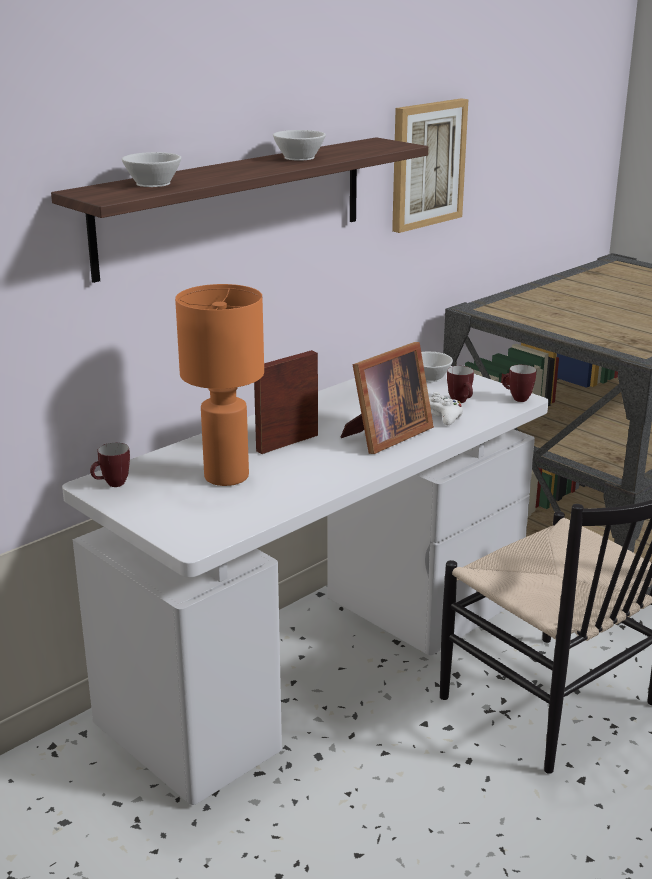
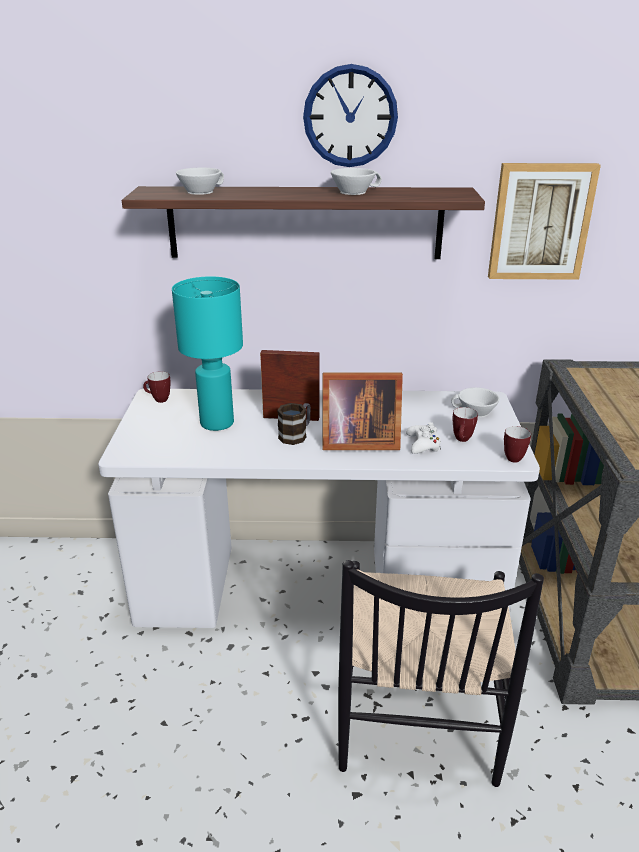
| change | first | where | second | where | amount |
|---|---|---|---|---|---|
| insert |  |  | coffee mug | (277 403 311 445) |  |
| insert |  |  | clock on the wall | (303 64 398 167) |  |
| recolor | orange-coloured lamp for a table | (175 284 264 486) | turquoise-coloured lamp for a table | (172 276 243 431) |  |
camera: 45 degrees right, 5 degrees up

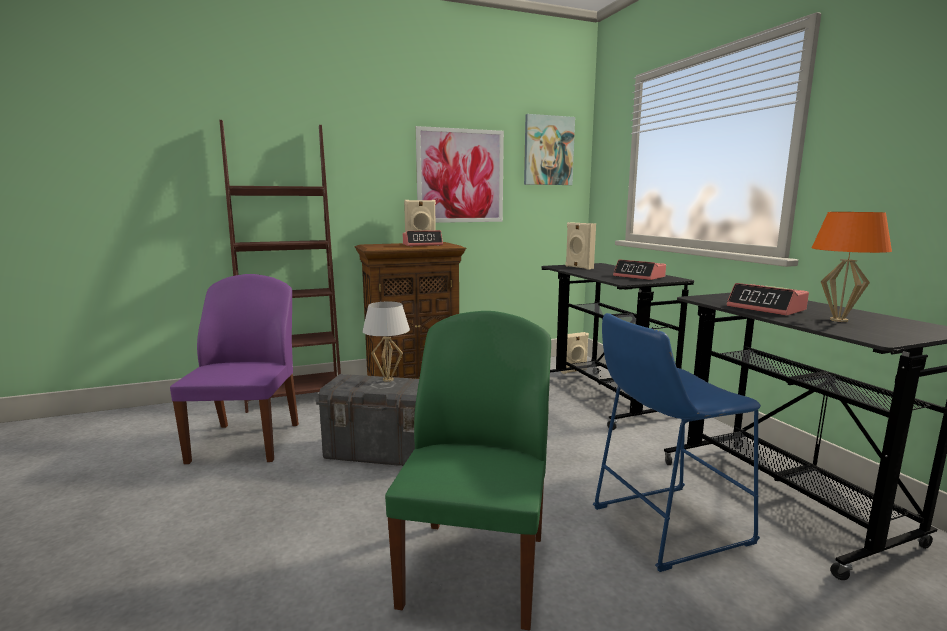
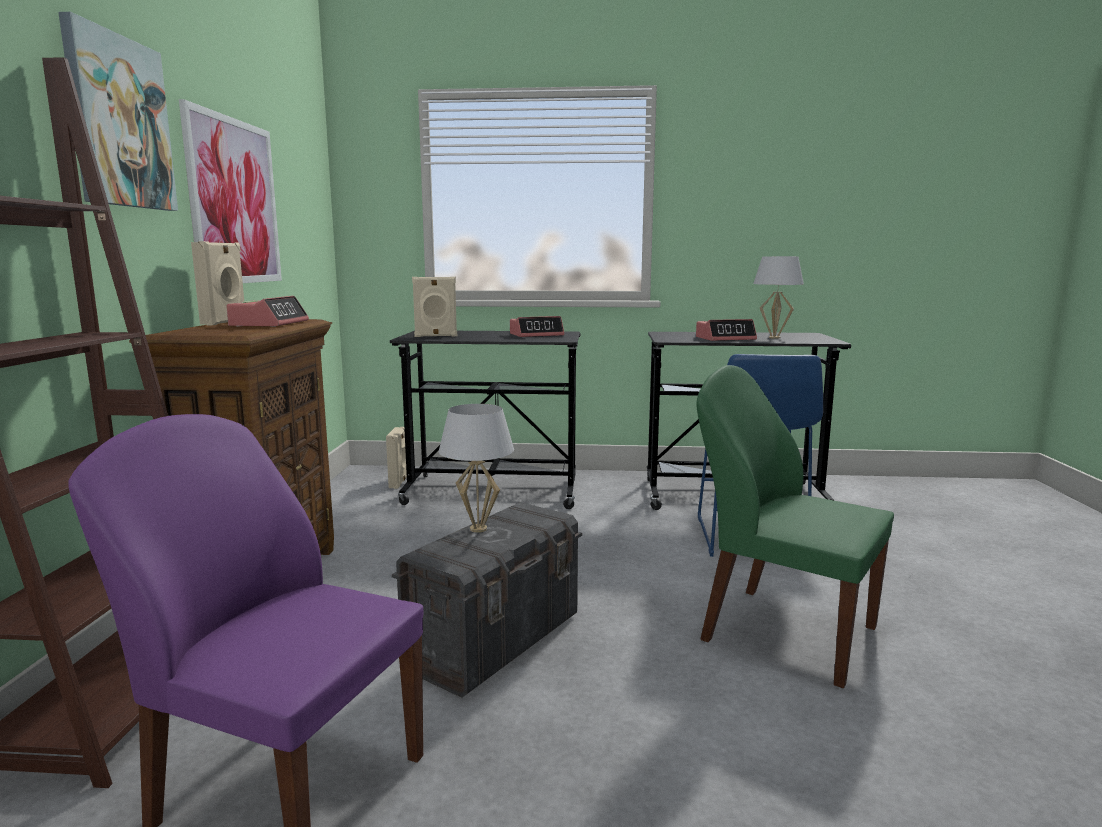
| change | first | where | second | where | amount |
|---|---|---|---|---|---|
| move | wall picture | (524 114 575 185) |  | (58 12 178 211) |  |
| recolor | orange-coloured lamp for a table | (812 212 892 322) | whitish lamp for a table | (753 256 804 339) |  |
camera: 65 degrees left, 0 degrees up

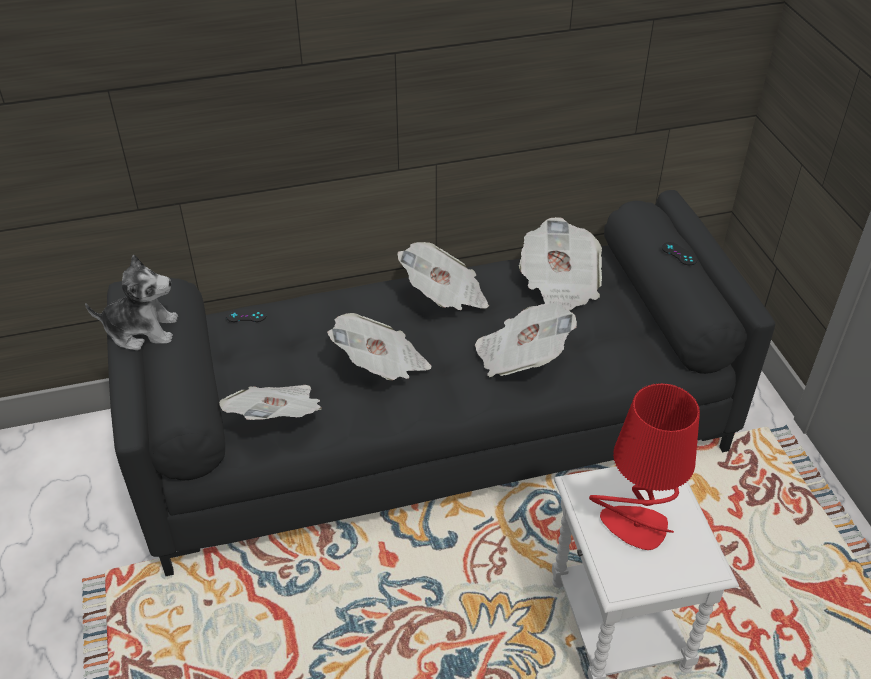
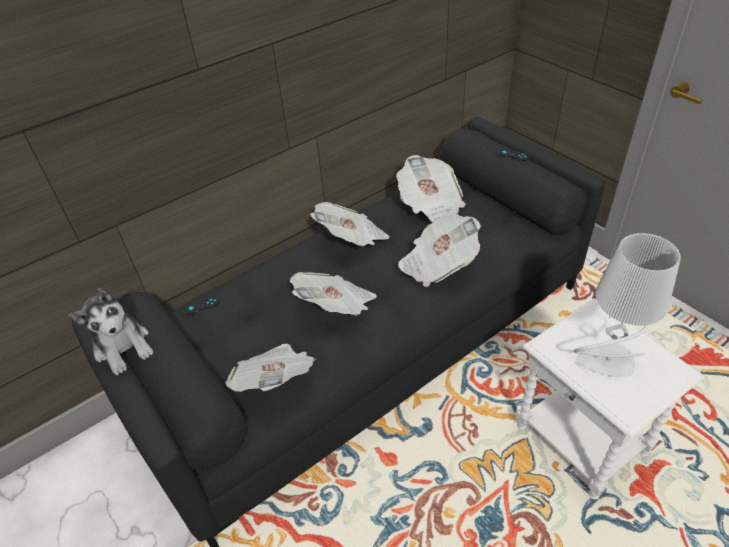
| change | first | where | second | where | amount |
|---|---|---|---|---|---|
| recolor | red lamp for a table | (589 383 700 550) | gray lamp for a table | (573 233 681 377) |  |
| rotate | soft toy | (85 254 178 350) |  | (69 288 153 375) | 75 degrees clockwise |
camera: 20 degrees left, 0 degrees up

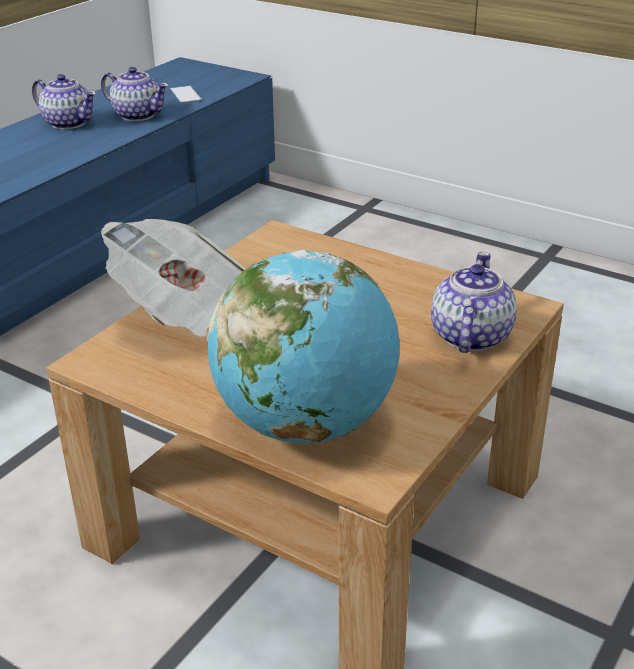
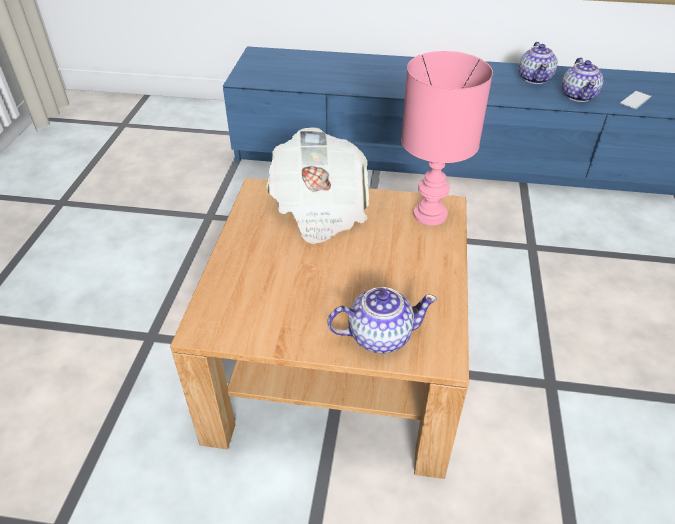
| change | first | where | second | where | amount |
|---|---|---|---|---|---|
| delete | globe | (207 250 400 444) |  |  |  |
| insert |  |  | pink-coloured lamp for a table | (401 51 493 226) |  |
camera: 65 degrees right, 10 degrees up

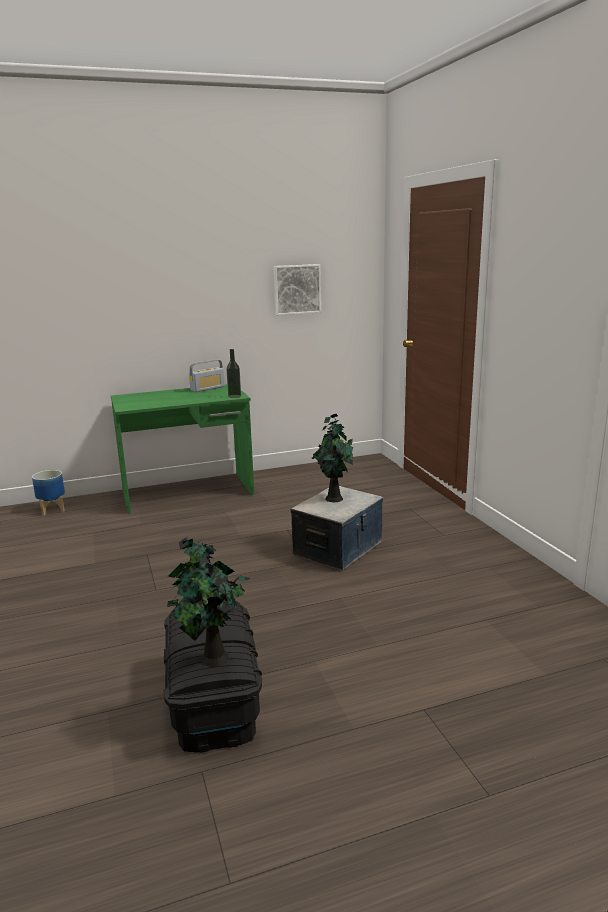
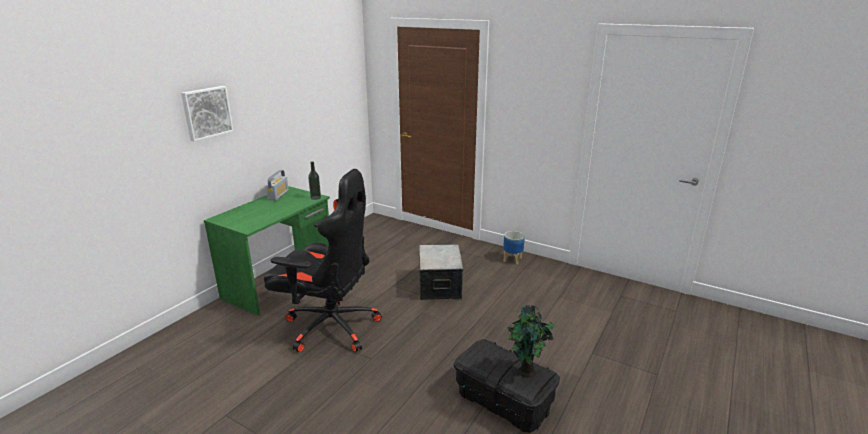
| change | first | where | second | where | amount |
|---|---|---|---|---|---|
| delete | plant in a pot | (312 414 353 502) |  |  |  |
| insert |  |  | black-coloured computer chair | (264 169 382 352) |  |
| move | flower pot | (32 470 65 516) |  | (503 231 525 264) |  |
| move | wall picture | (274 264 321 315) |  | (181 86 234 142) |  |
camera: 40 degrees left, 5 degrees up

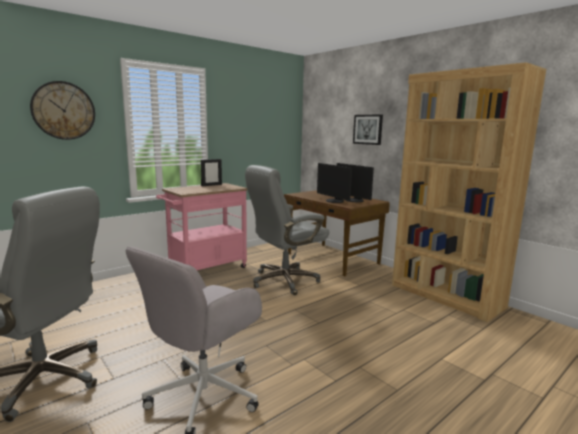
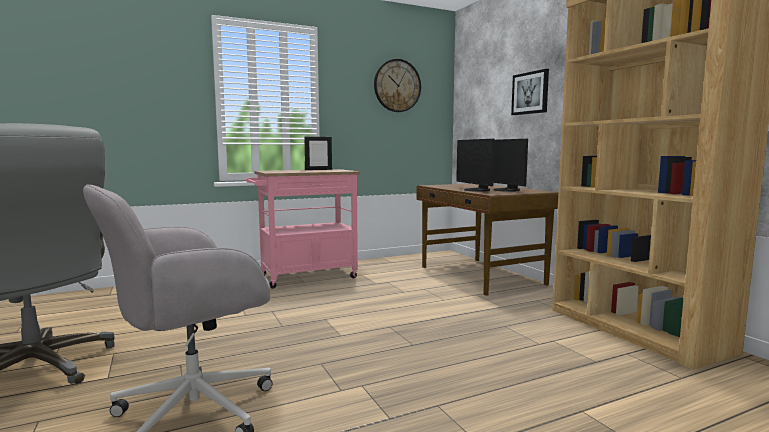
| change | first | where | second | where | amount |
|---|---|---|---|---|---|
| delete | gray computer chair | (245 165 329 295) |  |  |  |
| move | clock on the wall | (30 81 95 140) |  | (374 59 421 112) |  |
camera: 15 degrees right, 5 degrees down

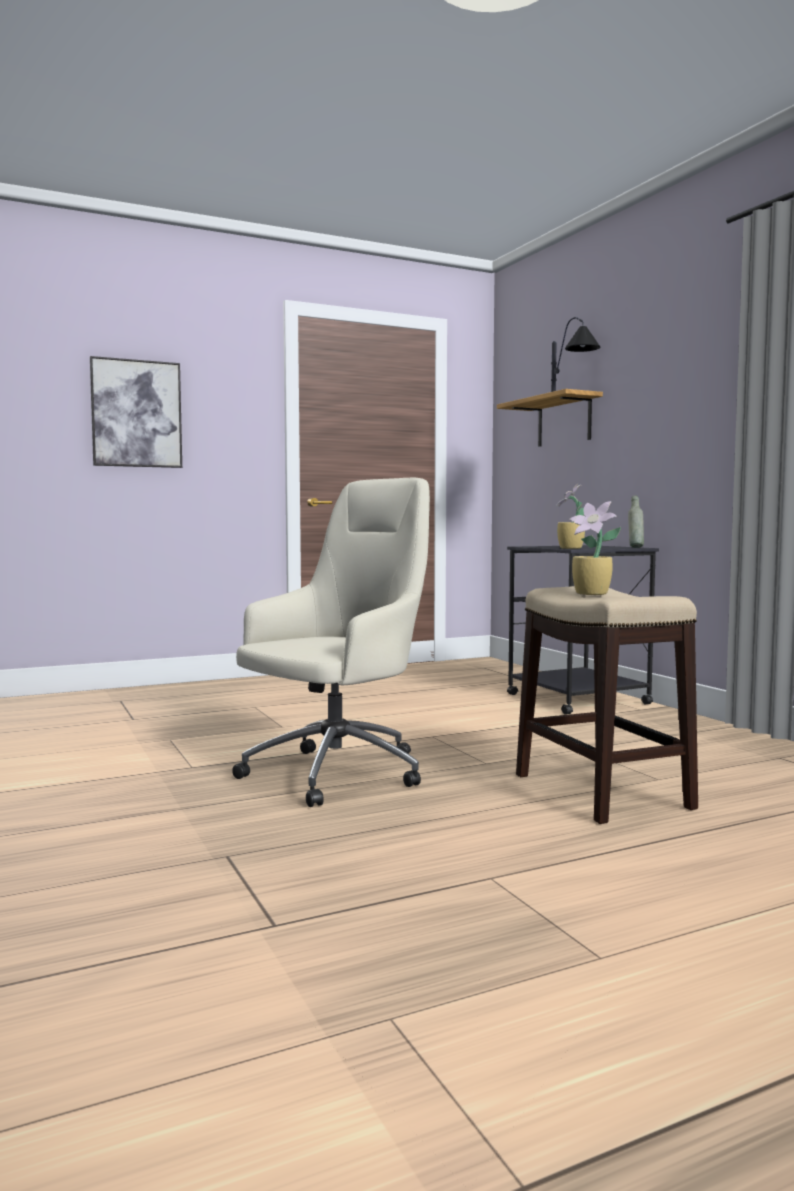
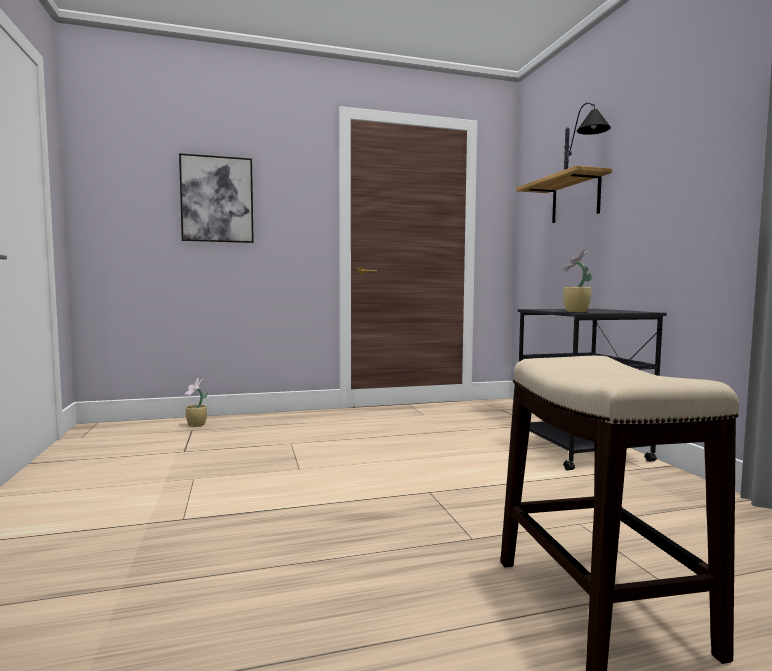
| change | first | where | second | where | amount |
|---|---|---|---|---|---|
| delete | sand-coloured computer chair | (232 478 430 807) |  |  |  |
| delete | gray beverage bottle | (628 496 644 548) |  |  |  |
| move | plant in a pot | (569 501 621 595) |  | (184 378 208 427) |  |
camera: 10 degrees right, 0 degrees up

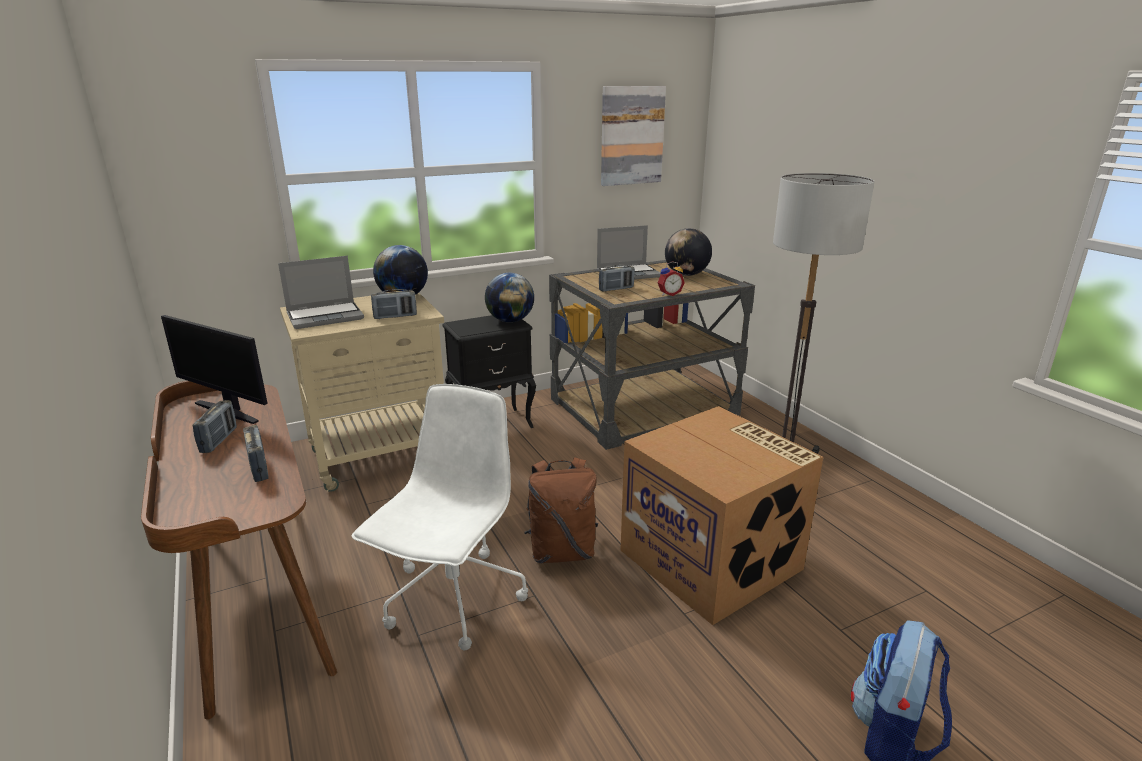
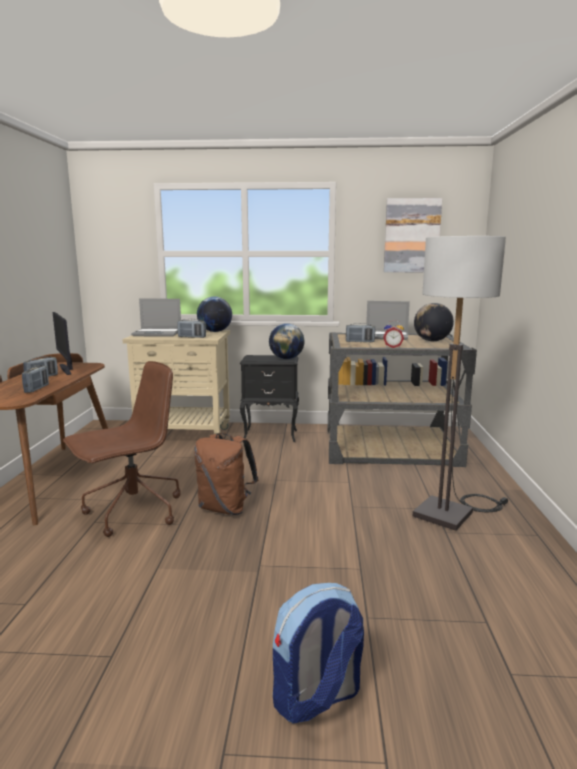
| change | first | where | second | where | amount |
|---|---|---|---|---|---|
| delete | cardboard box | (620 406 823 625) |  |  |  |
| recolor | whitish computer chair | (352 384 528 650) | brown-coloured computer chair | (63 361 180 537) |  |
camera: 30 degrees right, 10 degrees down

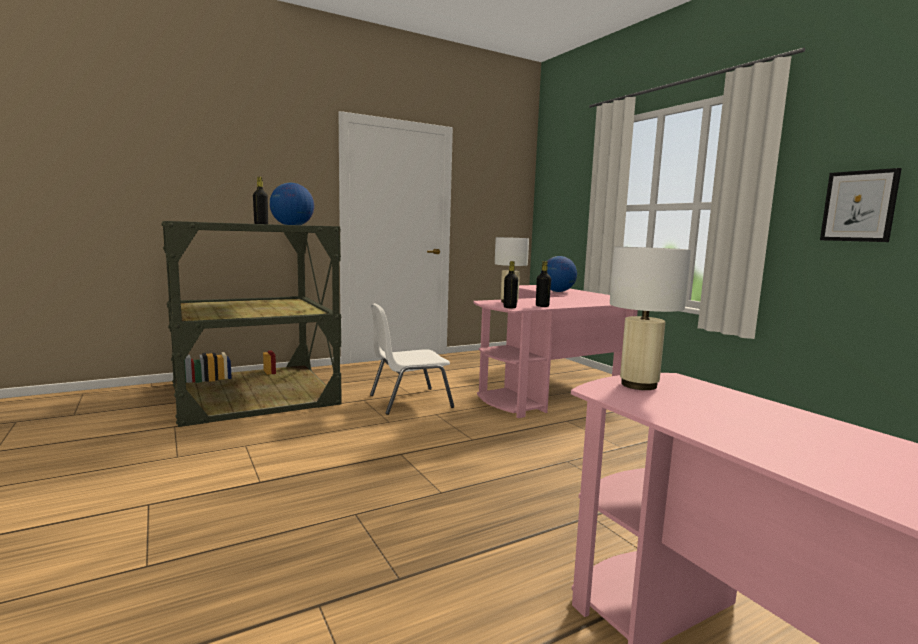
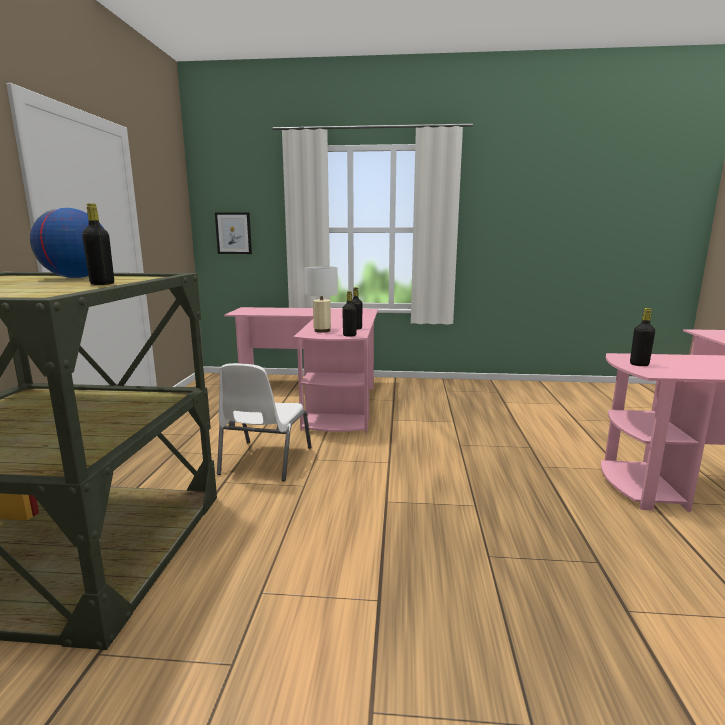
| change | first | where | second | where | amount |
|---|---|---|---|---|---|
| delete | globe | (541 256 577 292) |  |  |  |
| move | wall picture | (820 168 902 242) |  | (215 212 252 254) |  |
| replace | whitish lamp for a table | (610 247 691 390) | black-coloured beverage bottle | (630 308 655 366) |  |
camera: 55 degrees left, 5 degrees up

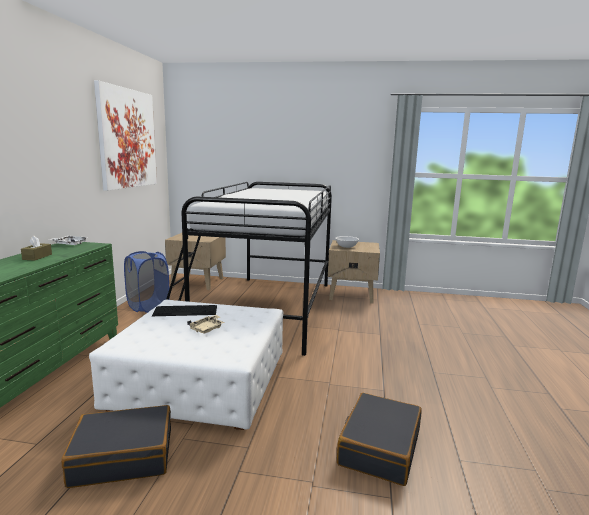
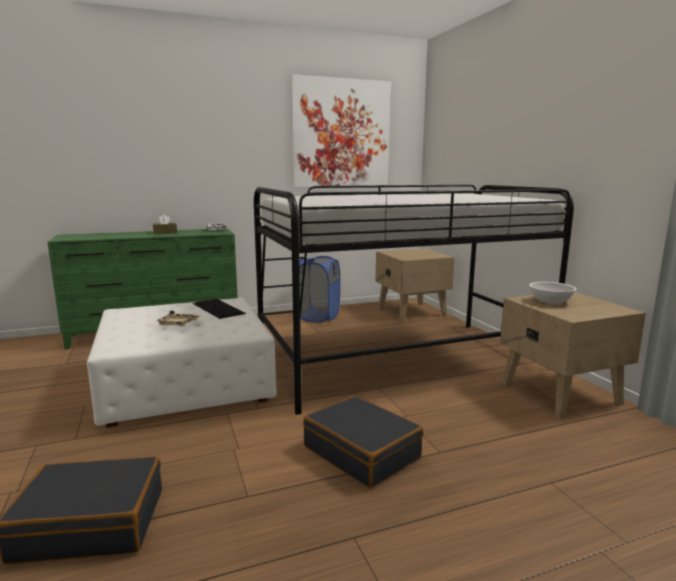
| change | first | where | second | where | amount |
|---|---|---|---|---|---|
| move | black-coloured suitcase | (61 405 171 488) |  | (303 395 424 488) |  |
camera: 60 degrees right, 0 degrees up

